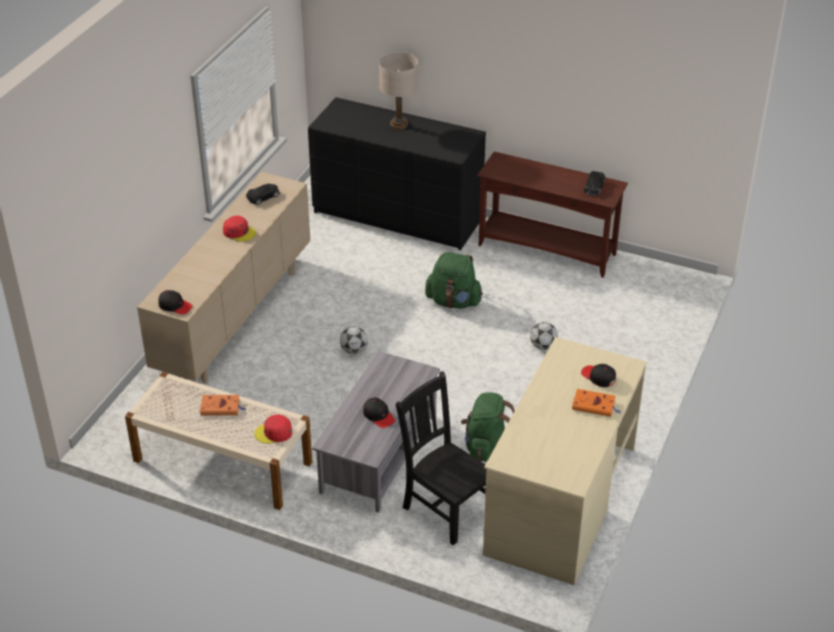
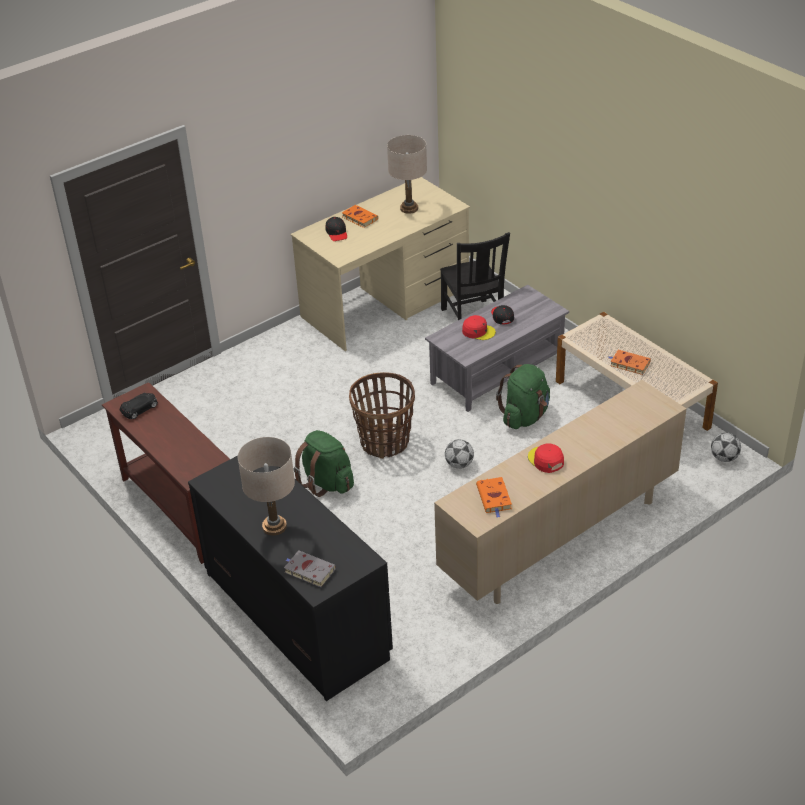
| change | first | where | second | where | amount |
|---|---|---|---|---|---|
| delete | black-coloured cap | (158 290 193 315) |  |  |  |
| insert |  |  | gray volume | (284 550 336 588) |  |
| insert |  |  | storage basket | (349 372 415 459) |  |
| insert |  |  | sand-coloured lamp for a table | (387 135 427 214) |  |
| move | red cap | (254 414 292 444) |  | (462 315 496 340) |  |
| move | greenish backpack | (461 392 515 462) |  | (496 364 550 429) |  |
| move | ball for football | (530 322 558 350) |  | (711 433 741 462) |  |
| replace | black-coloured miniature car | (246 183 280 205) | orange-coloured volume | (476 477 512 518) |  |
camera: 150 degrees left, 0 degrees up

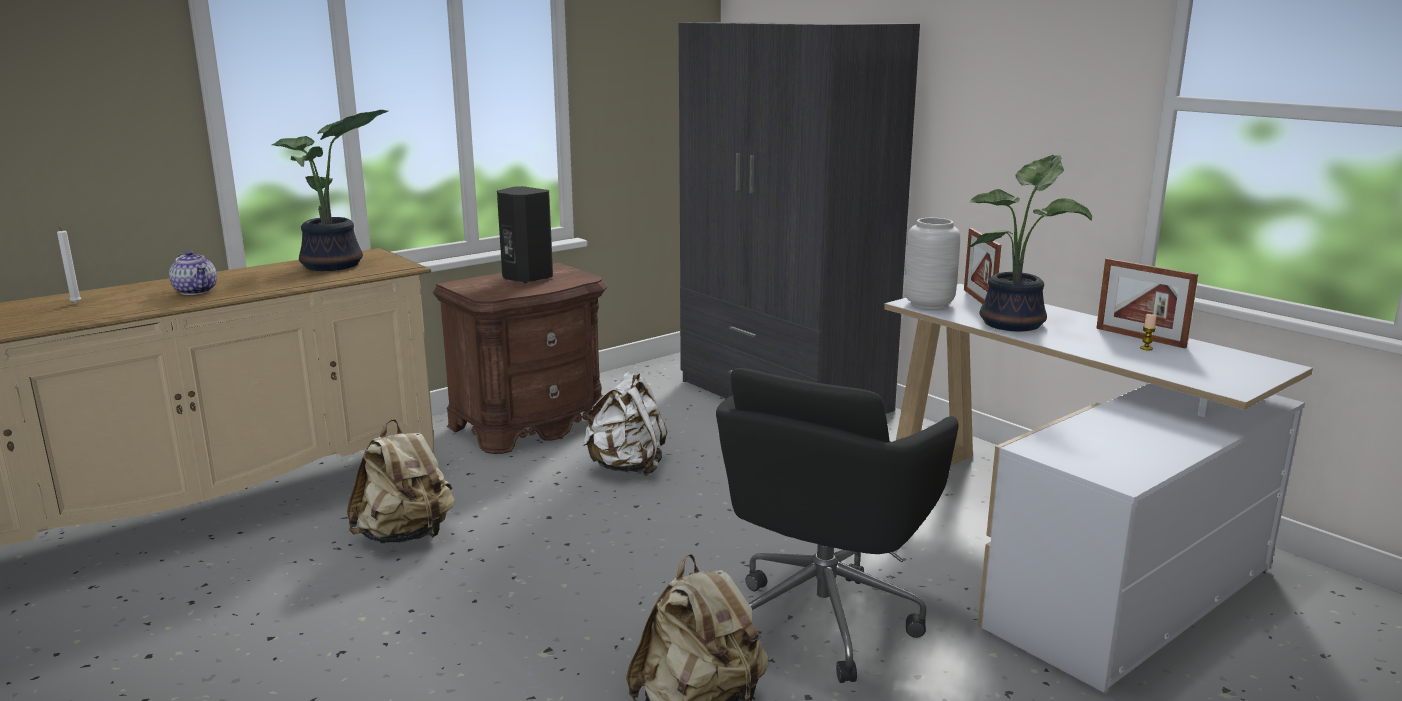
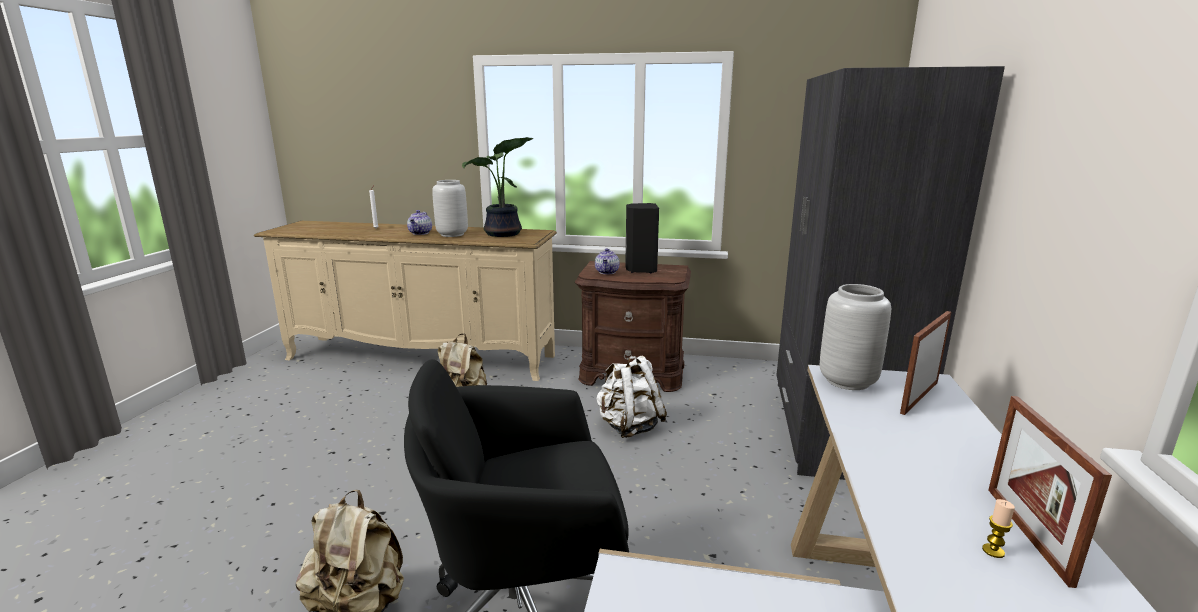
| change | first | where | second | where | amount |
|---|---|---|---|---|---|
| delete | plant in a pot | (968 155 1092 331) |  |  |  |
| insert |  |  | gray decorative vase | (432 180 468 237) |  |
| insert |  |  | teapot | (595 248 620 274) |  |
camera: 50 degrees right, 0 degrees up

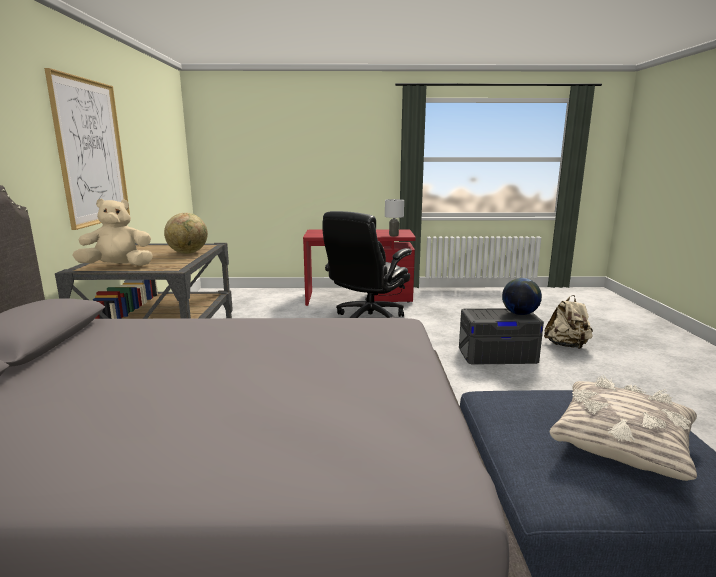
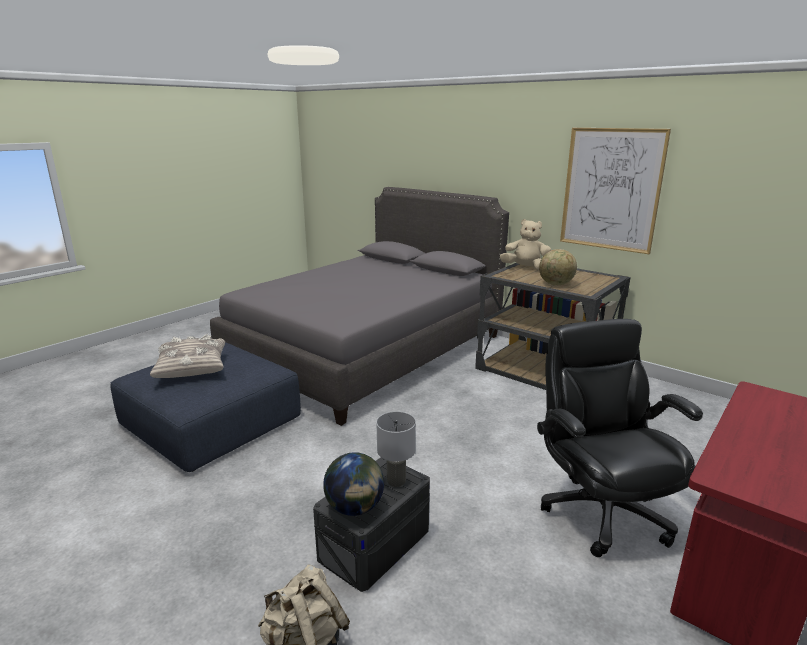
| change | first | where | second | where | amount |
|---|---|---|---|---|---|
| move | whitish lamp for a table | (385 199 404 236) |  | (376 411 416 487) |  |
| rotate | sand-coloured soft toy | (72 199 153 266) |  | (500 219 551 270) | 90 degrees counterclockwise |
camera: 130 degrees right, 5 degrees up

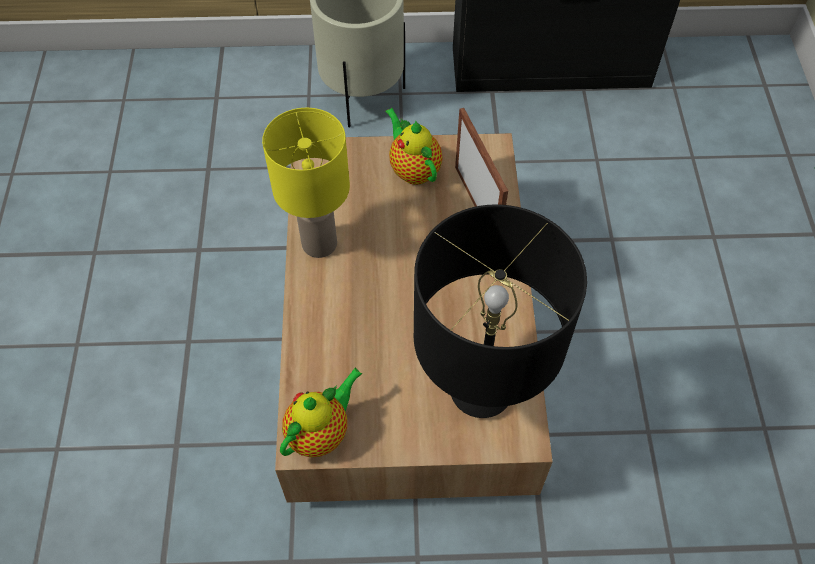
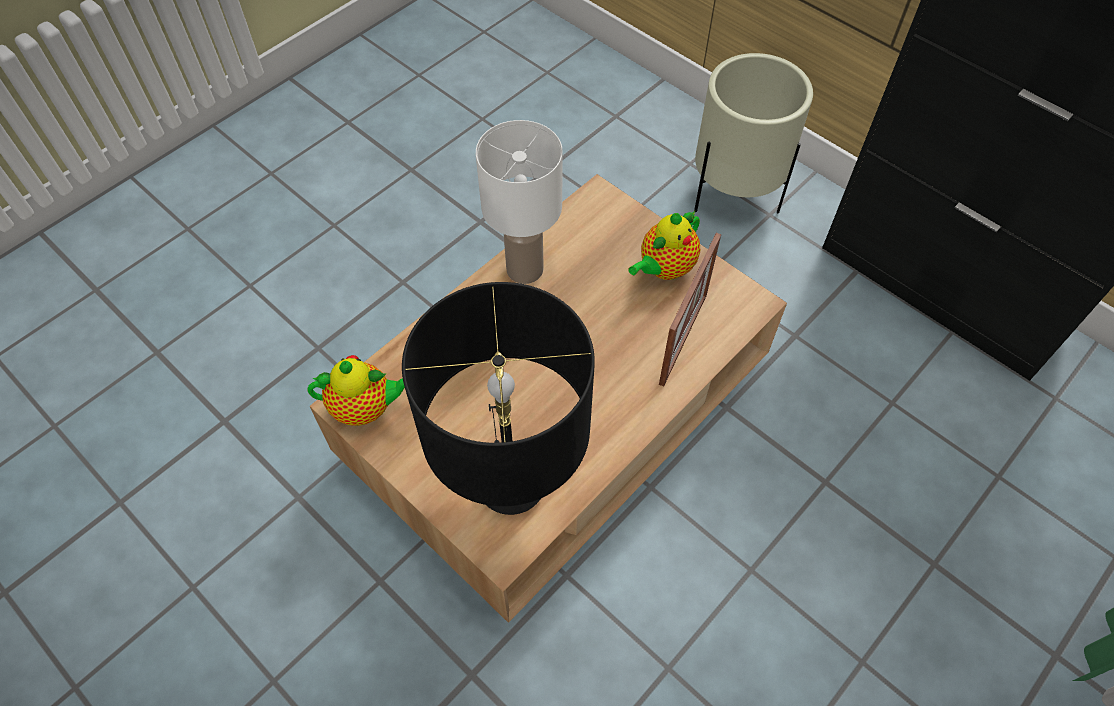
| change | first | where | second | where | amount |
|---|---|---|---|---|---|
| recolor | yellowish lamp for a table | (262 108 350 258) | whitish lamp for a table | (476 120 563 284) |  |
| rotate | teapot | (385 108 442 185) |  | (628 211 701 280) | 150 degrees counterclockwise |
camera: 45 degrees right, 0 degrees up

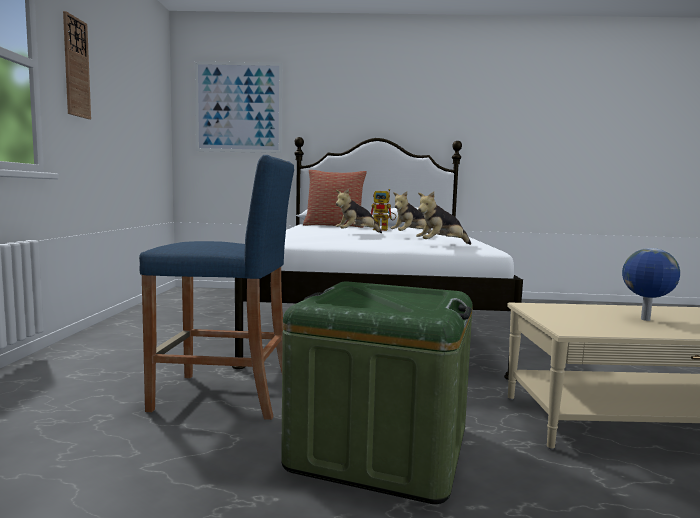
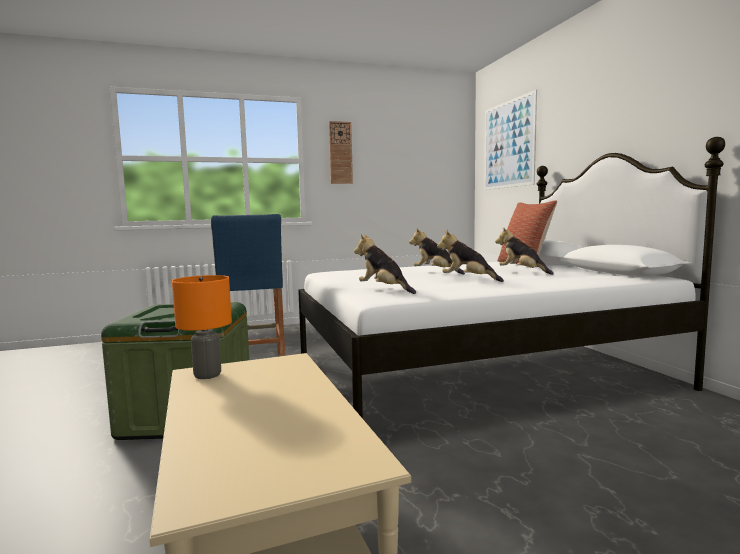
| change | first | where | second | where | amount |
|---|---|---|---|---|---|
| delete | globe | (622 248 680 321) |  |  |  |
| insert |  |  | orange-coloured lamp for a table | (172 275 232 379) |  |
| replace | toy robot | (371 189 396 231) | soft toy | (495 228 554 275) |  |
camera: 70 degrees right, 0 degrees up

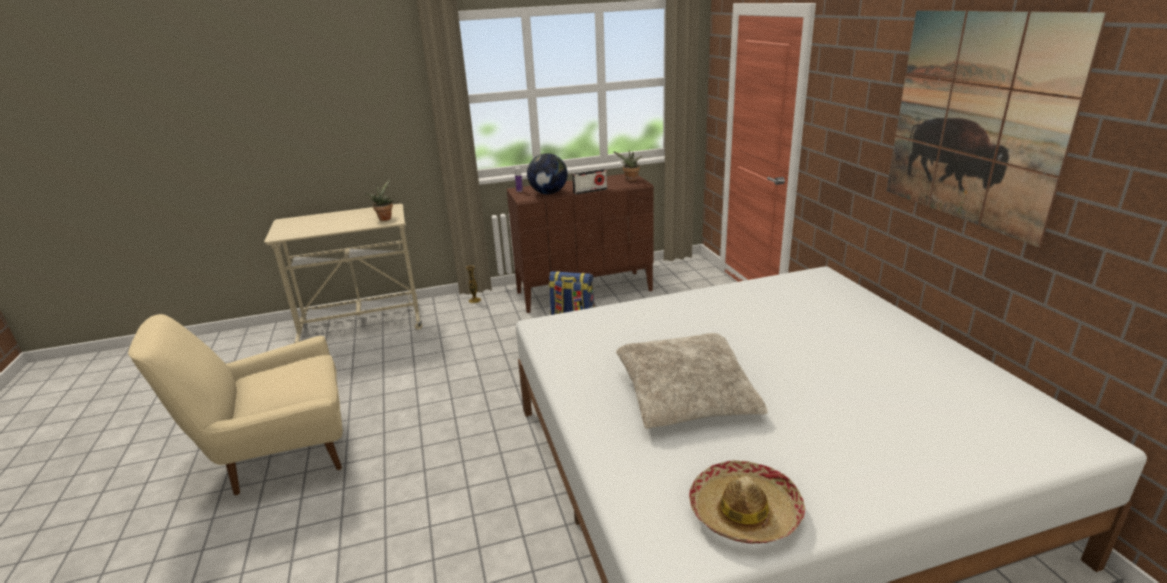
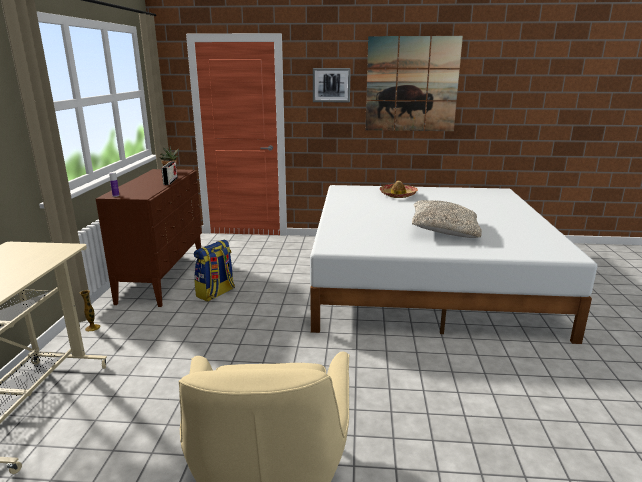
| change | first | where | second | where | amount |
|---|---|---|---|---|---|
| delete | plant in a pot | (365 179 393 221) |  |  |  |
| delete | globe | (527 153 567 194) |  |  |  |
| insert |  |  | wall picture | (313 68 351 102) |  |
| move | wearable hat | (689 460 805 544) |  | (380 181 418 198) |  |
camera: 70 degrees left, 5 degrees down

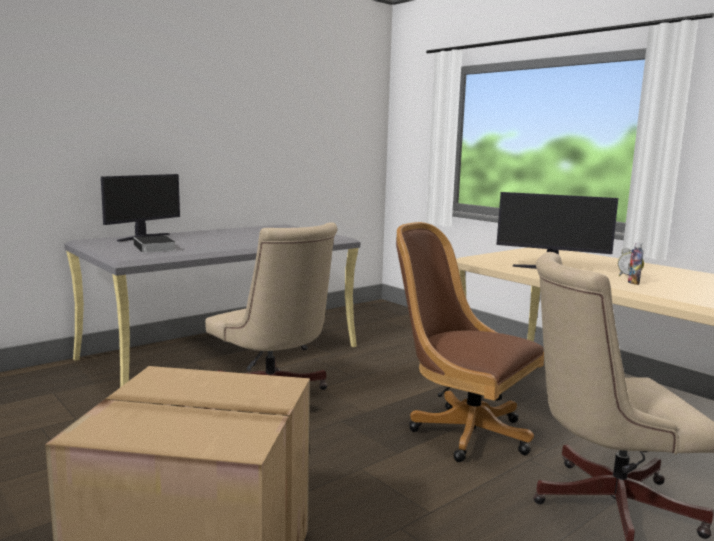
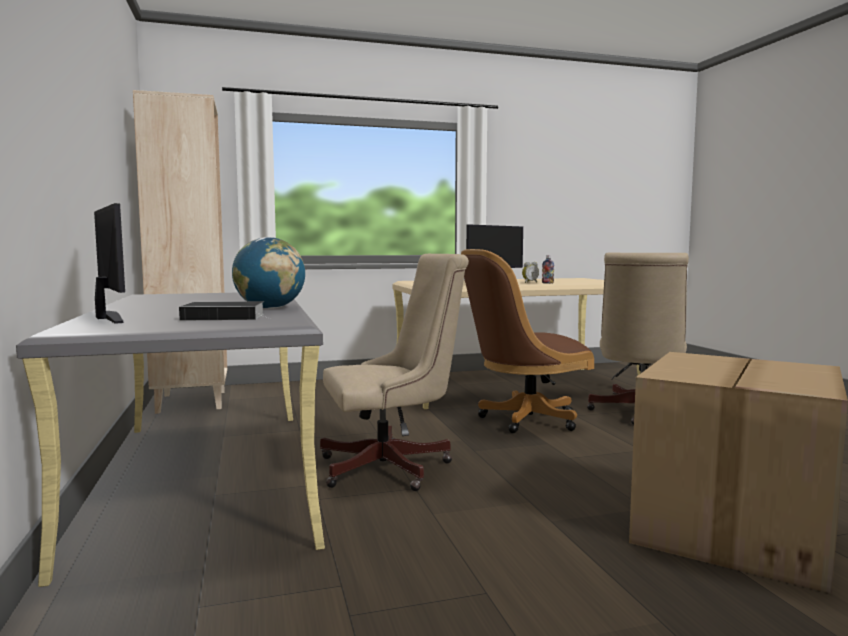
| change | first | where | second | where | amount |
|---|---|---|---|---|---|
| insert |  |  | sand-coloured shelving unit | (133 90 227 414) |  |
| insert |  |  | globe | (232 237 305 309) |  |
camera: 65 degrees left, 5 degrees down

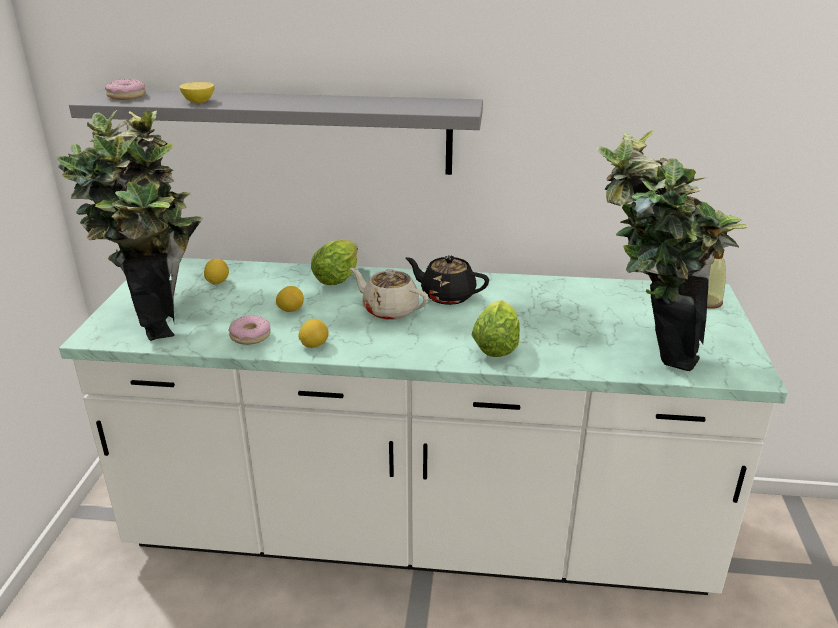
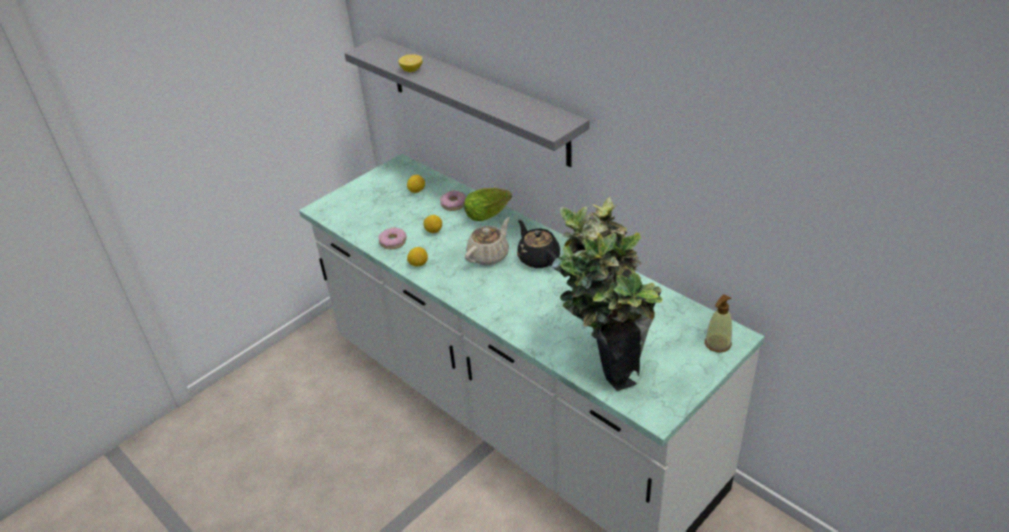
| change | first | where | second | where | amount |
|---|---|---|---|---|---|
| delete | plant in a pot | (57 110 203 341) |  |  |  |
| delete | lettuce head | (471 300 520 357) |  |  |  |
| move | donut | (105 79 146 100) |  | (440 191 466 211) |  |
| rotate | sand-coloured teapot | (350 268 429 320) |  | (465 217 510 265) | 60 degrees clockwise |
camera: 40 degrees right, 10 degrees up

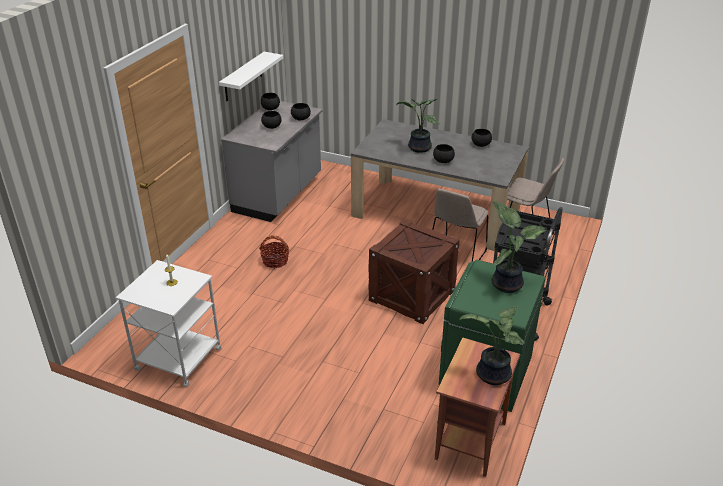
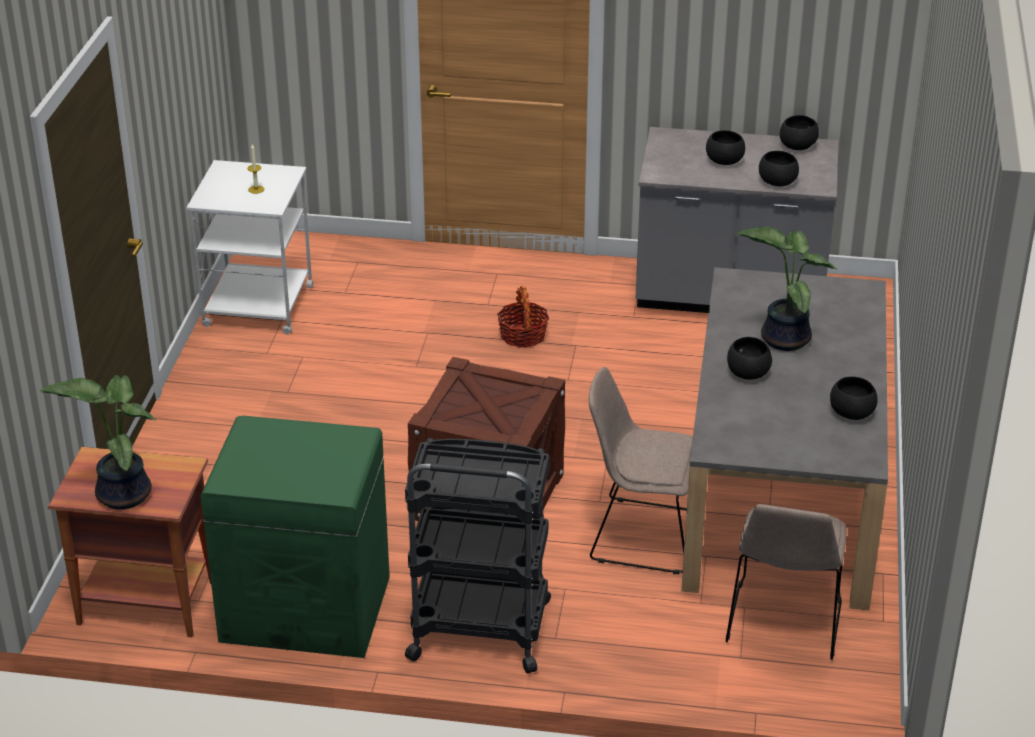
| change | first | where | second | where | amount |
|---|---|---|---|---|---|
| delete | whitish bracket shelf | (219 52 283 101) |  |  |  |
| delete | plant in a pot | (491 201 547 293) |  |  |  |
camera: 75 degrees right, 0 degrees up

